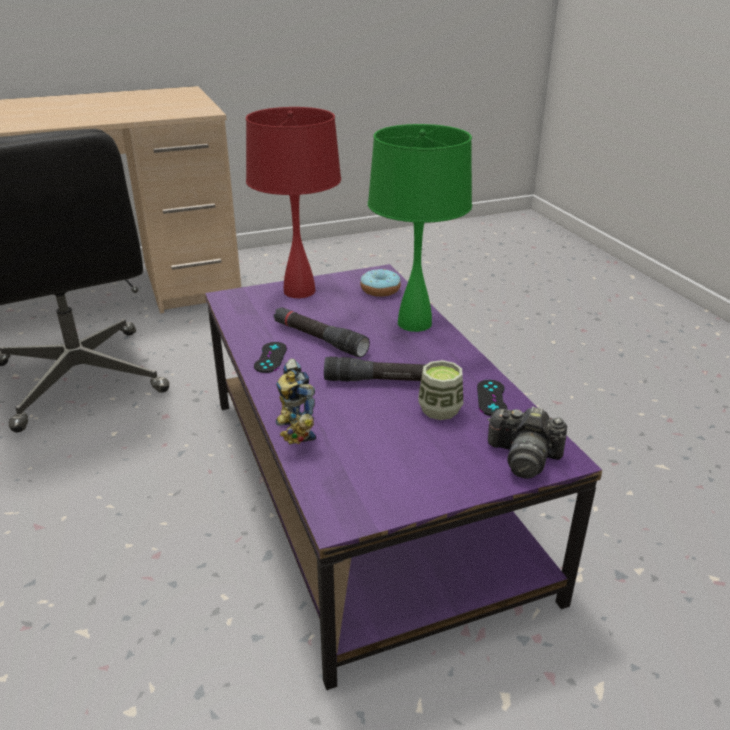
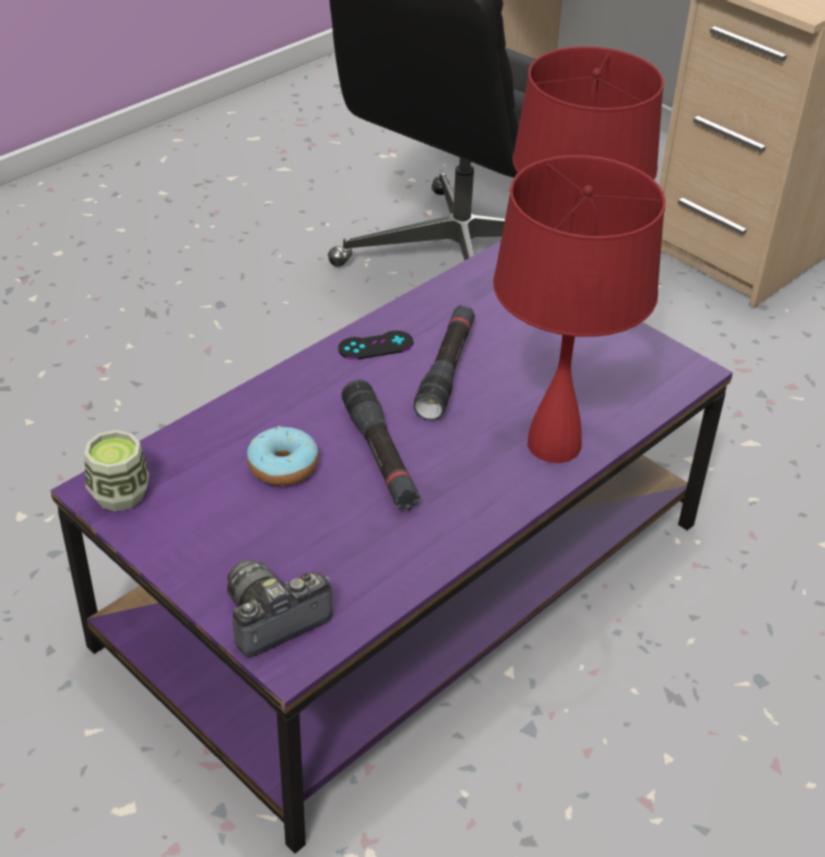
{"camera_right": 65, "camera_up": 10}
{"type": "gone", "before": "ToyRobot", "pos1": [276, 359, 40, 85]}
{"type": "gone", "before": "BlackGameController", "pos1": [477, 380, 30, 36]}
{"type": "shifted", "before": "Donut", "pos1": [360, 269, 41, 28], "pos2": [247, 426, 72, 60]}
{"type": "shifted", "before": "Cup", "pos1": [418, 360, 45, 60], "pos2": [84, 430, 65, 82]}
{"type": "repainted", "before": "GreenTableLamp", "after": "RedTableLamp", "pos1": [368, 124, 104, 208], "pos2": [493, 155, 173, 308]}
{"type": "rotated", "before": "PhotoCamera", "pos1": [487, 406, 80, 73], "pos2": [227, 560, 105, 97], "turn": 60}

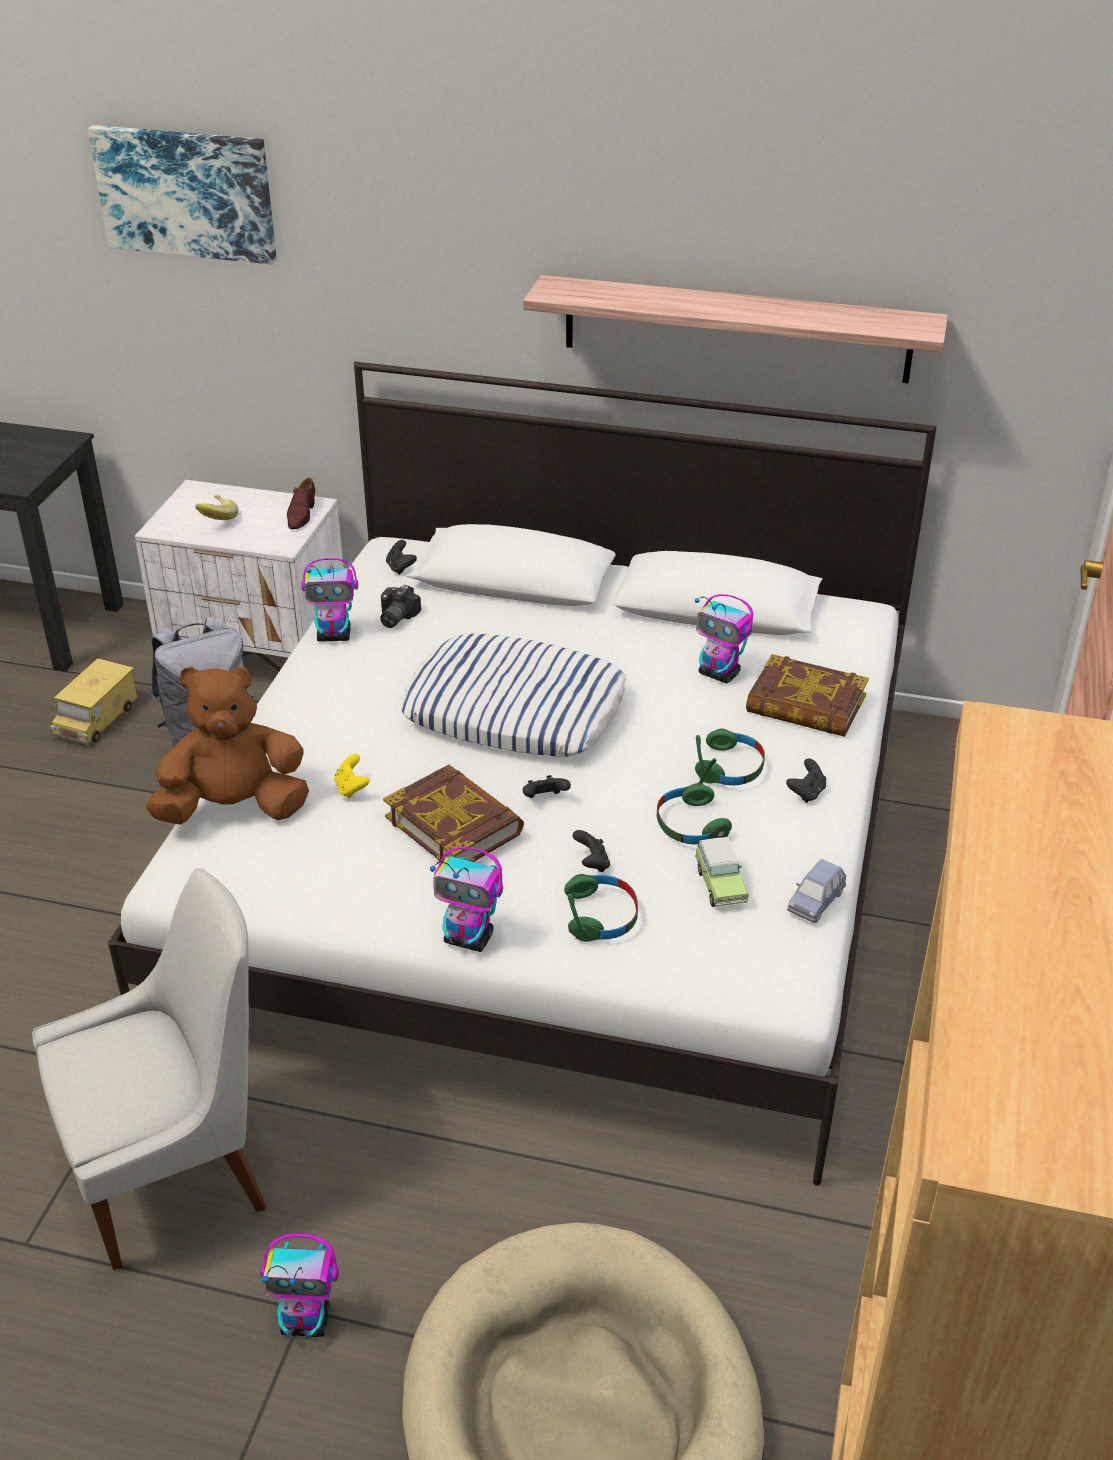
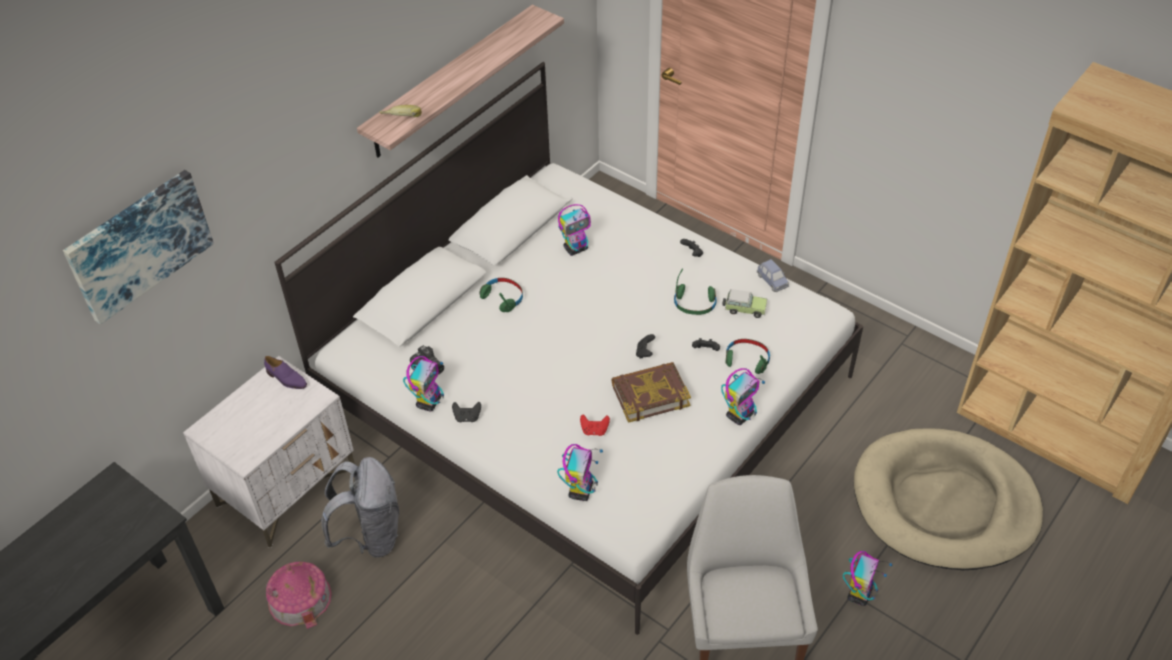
{"camera_right": -65, "camera_up": 10}
{"type": "gone", "before": "Pillow", "pos1": [401, 633, 225, 124]}
{"type": "gone", "before": "Book", "pos1": [746, 654, 123, 83]}
{"type": "shifted", "before": "Banana", "pos1": [195, 495, 43, 25], "pos2": [379, 105, 43, 12]}
{"type": "shifted", "before": "BlackGameController", "pos1": [386, 540, 31, 35], "pos2": [452, 402, 29, 20]}
{"type": "shifted", "before": "GreenHeadphones", "pos1": [695, 728, 70, 57], "pos2": [479, 278, 44, 34]}
{"type": "swapped", "before": "ToyTruck", "after": "ToyHouse", "pos1": [50, 658, 88, 88], "pos2": [266, 562, 66, 67]}
{"type": "swapped", "before": "BrownPlushToy", "after": "ToyRobot", "pos1": [146, 666, 163, 159], "pos2": [557, 444, 46, 57]}
{"type": "repainted", "before": "BrownShoe", "after": "PurpleShoe", "pos1": [287, 478, 28, 51], "pos2": [264, 356, 43, 33]}
{"type": "repainted", "before": "YellowGameController", "after": "RedGameController", "pos1": [334, 754, 36, 44], "pos2": [580, 414, 30, 22]}

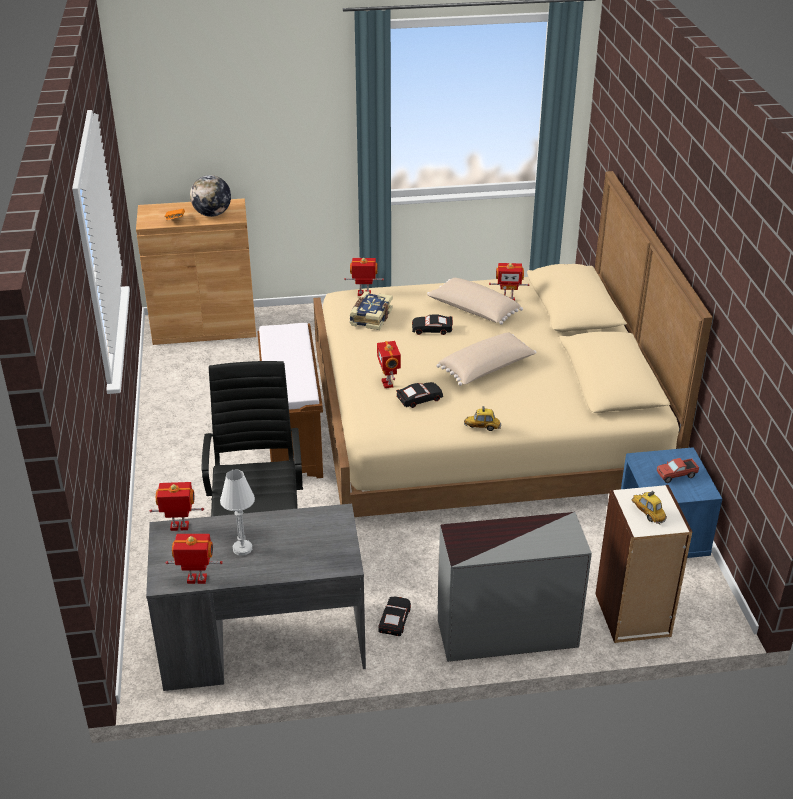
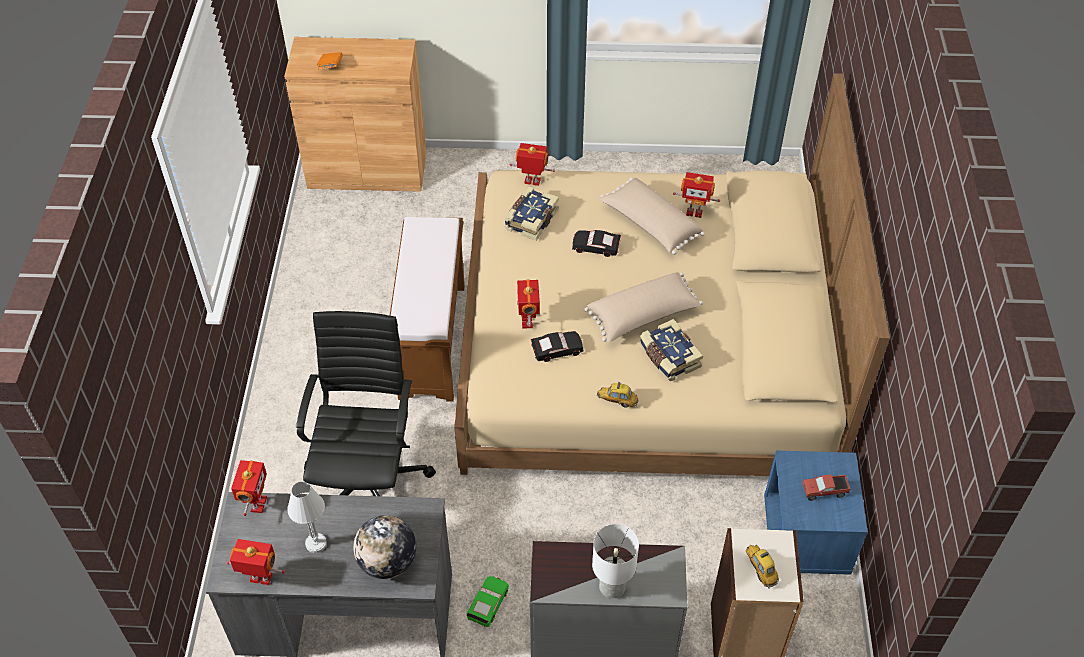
{"camera_right": 10, "camera_up": 15}
{"type": "new", "after": "WhiteTableLamp", "pos2": [592, 524, 47, 74]}
{"type": "new", "after": "Book", "pos2": [640, 319, 63, 62]}
{"type": "shifted", "before": "Globe", "pos1": [190, 175, 41, 42], "pos2": [353, 515, 63, 64]}
{"type": "repainted", "before": "BlackToyCar", "after": "GreenToyCar", "pos1": [378, 596, 33, 40], "pos2": [467, 576, 42, 51]}
{"type": "rotated", "before": "ToyRobot", "pos1": [150, 482, 54, 49], "pos2": [231, 460, 36, 56], "turn": 90}

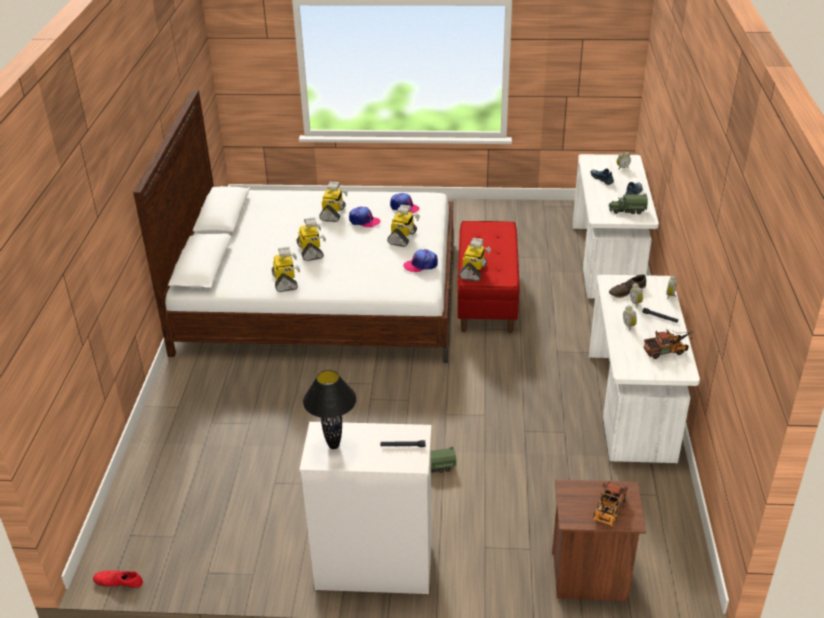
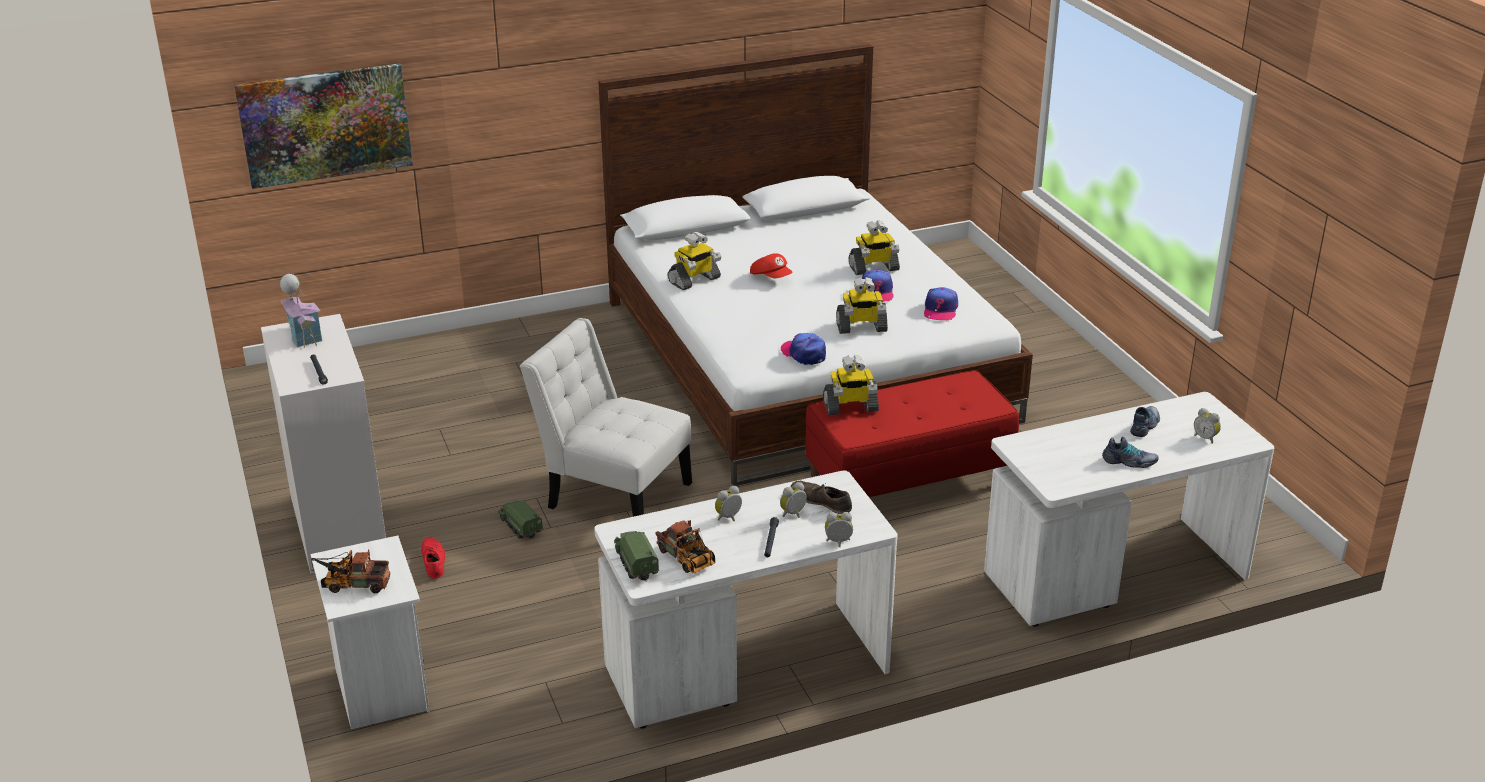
{"camera_right": 65, "camera_up": -5}
{"type": "new", "after": "Picture", "pos2": [234, 63, 179, 126]}
{"type": "new", "after": "WhiteChair", "pos2": [520, 318, 172, 199]}
{"type": "shifted", "before": "RedShoe", "pos1": [93, 570, 50, 19], "pos2": [421, 538, 24, 41]}
{"type": "shifted", "before": "ToyTruck", "pos1": [609, 193, 39, 21], "pos2": [614, 531, 45, 51]}
{"type": "swapped", "before": "ToyRobot", "after": "RedCap", "pos1": [297, 217, 29, 44], "pos2": [750, 253, 43, 25]}
{"type": "swapped", "before": "BlackTableLamp", "after": "ToyHouse", "pos1": [303, 370, 54, 79], "pos2": [280, 274, 42, 74]}
{"type": "repainted", "before": "BrownNightstand", "after": "WhiteNightstand", "pos1": [552, 479, 94, 122], "pos2": [311, 535, 119, 194]}

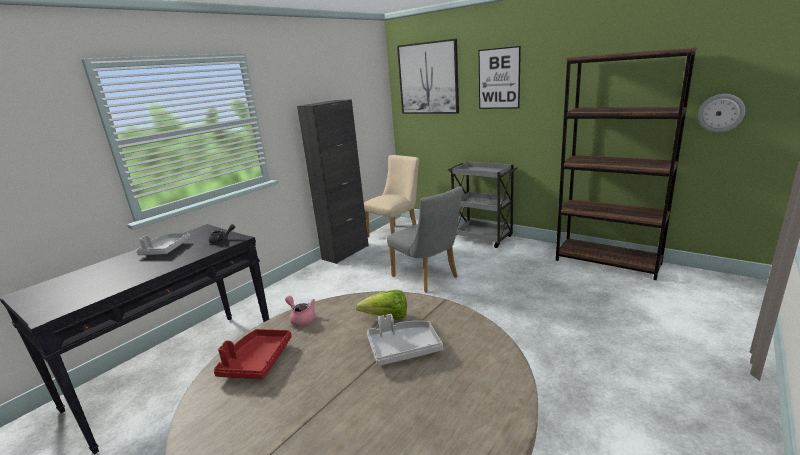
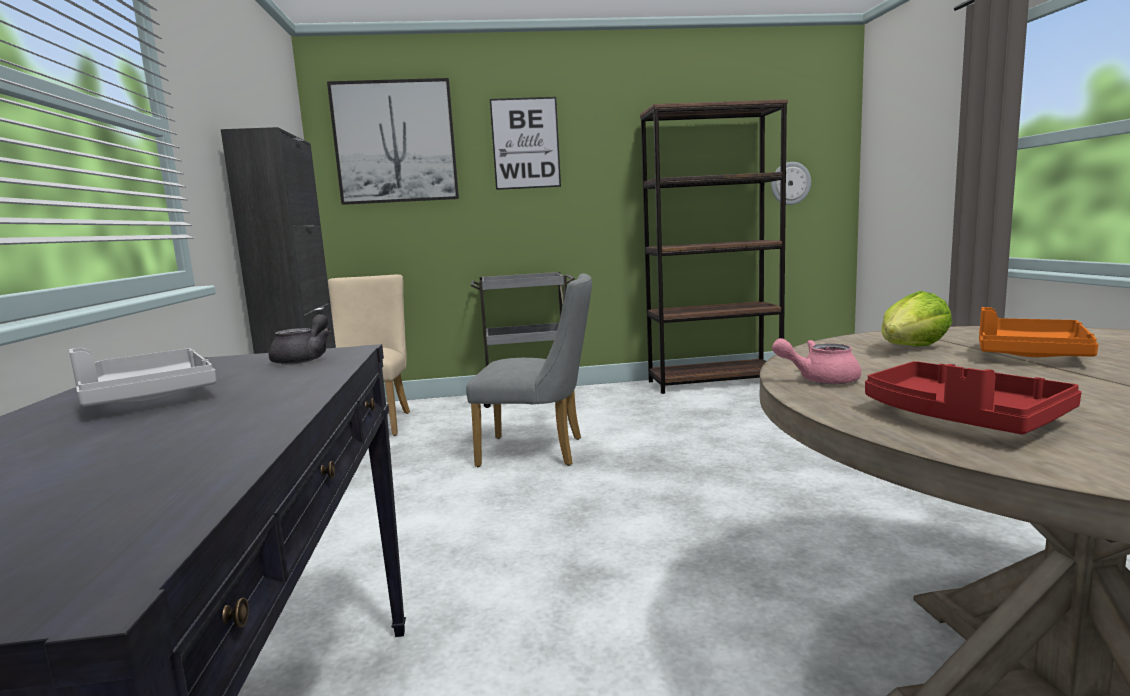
{"camera_right": -45, "camera_up": -10}
{"type": "repainted", "before": "GreyTray", "after": "OrangeTray", "pos1": [367, 314, 76, 52], "pos2": [979, 307, 120, 50]}

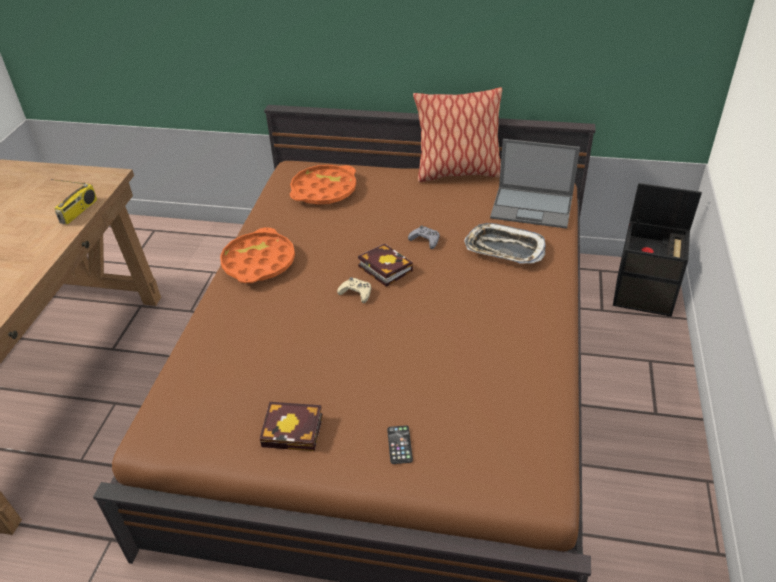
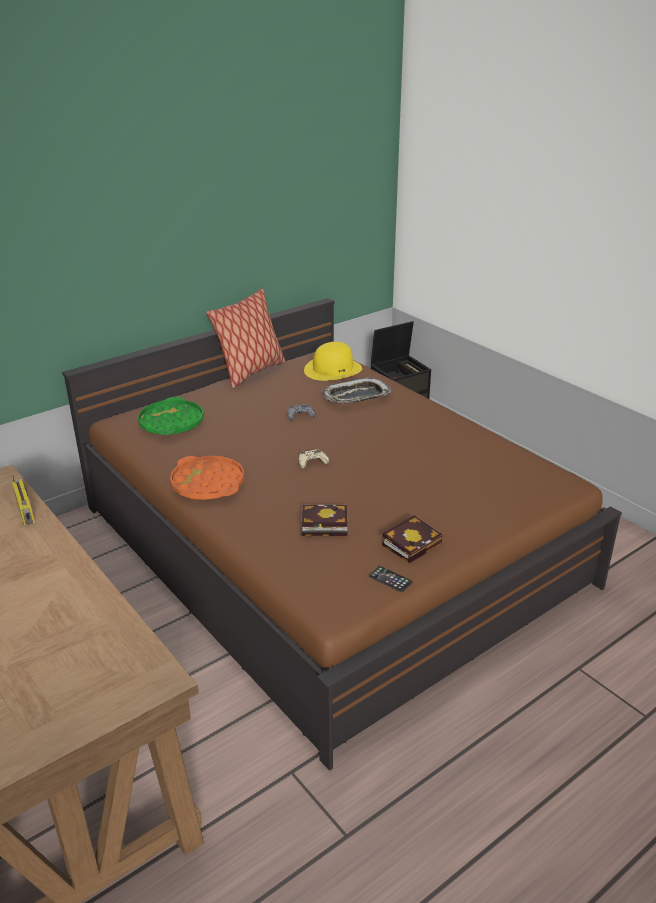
{"camera_right": -50, "camera_up": -10}
{"type": "shifted", "before": "Book", "pos1": [358, 244, 55, 43], "pos2": [301, 505, 46, 31]}
{"type": "shifted", "before": "Phone", "pos1": [387, 425, 26, 39], "pos2": [369, 566, 43, 26]}
{"type": "swapped", "before": "Laptop", "after": "YellowHat", "pos1": [490, 139, 90, 90], "pos2": [304, 342, 58, 39]}
{"type": "repainted", "before": "OrangeTray", "after": "GreenTray", "pos1": [290, 165, 66, 40], "pos2": [138, 397, 66, 38]}

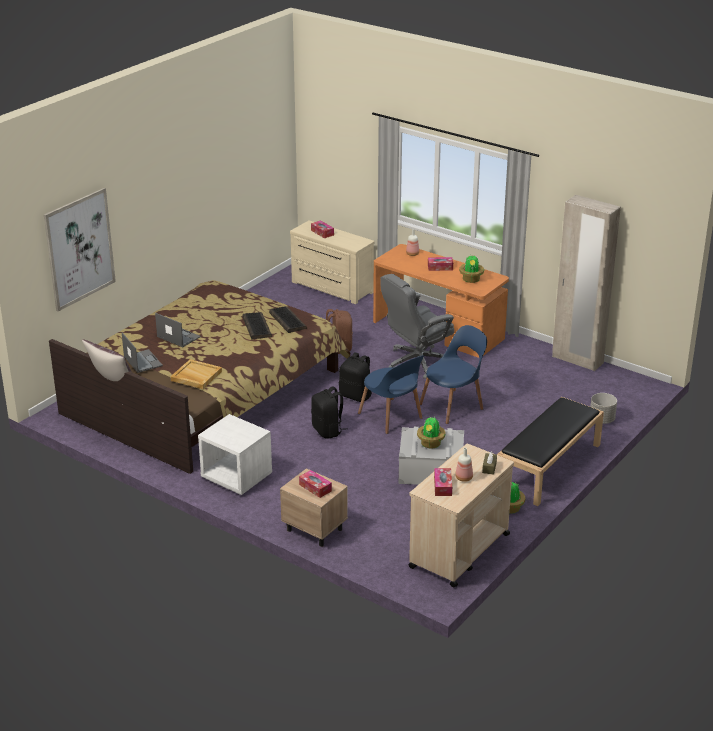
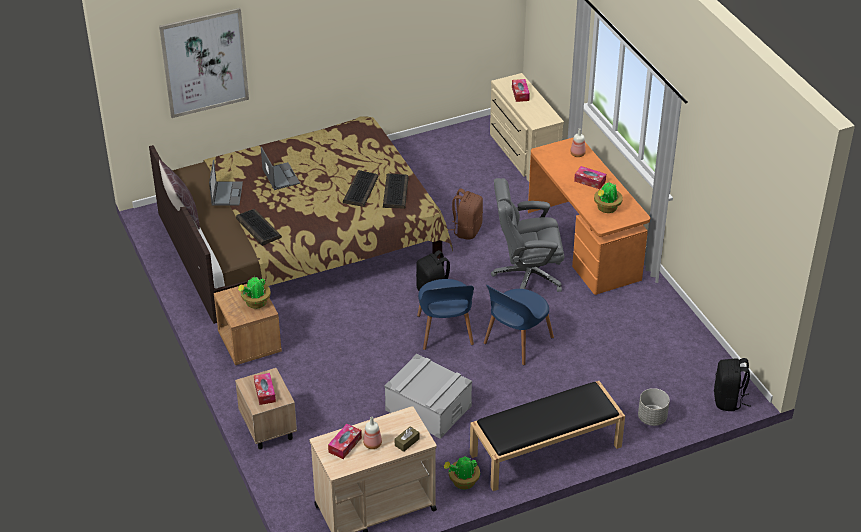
{"camera_right": 30, "camera_up": 10}
{"type": "gone", "before": "BeigeWardrobe", "pos1": [552, 195, 69, 176]}
{"type": "shifted", "before": "BlackBackpack", "pos1": [311, 387, 37, 52], "pos2": [714, 358, 36, 53]}
{"type": "shifted", "before": "PottedPlant", "pos1": [417, 417, 28, 31], "pos2": [238, 275, 33, 34]}
{"type": "swapped", "before": "BeigeTray", "after": "Keyboard", "pos1": [170, 359, 52, 30], "pos2": [236, 209, 46, 37]}
{"type": "repainted", "before": "WhiteNightstand", "after": "BrownNightstand", "pos1": [198, 414, 74, 81], "pos2": [214, 284, 68, 81]}
{"type": "rotated", "before": "BlueChair", "pos1": [420, 325, 67, 99], "pos2": [484, 285, 70, 80], "turn": 135}

